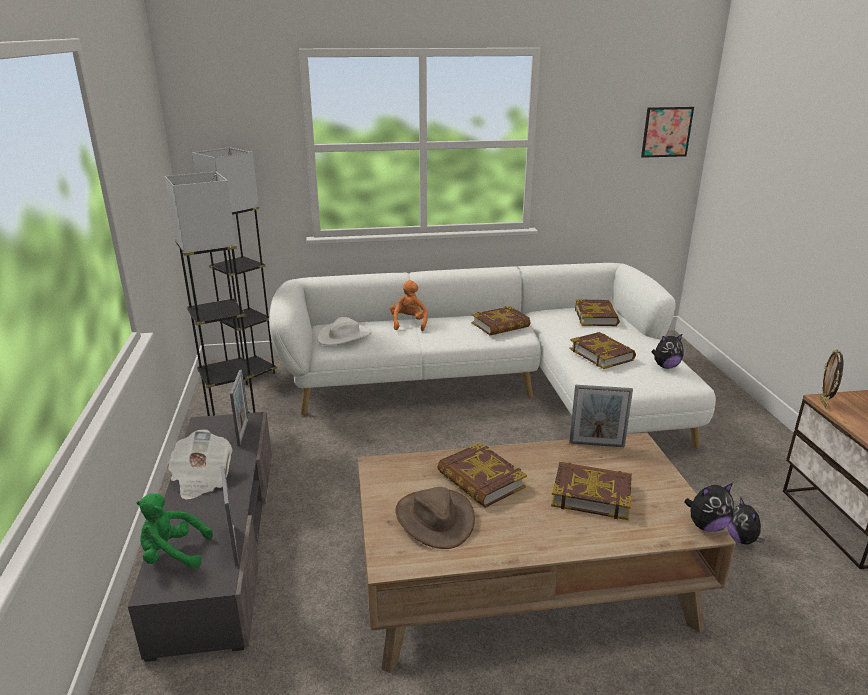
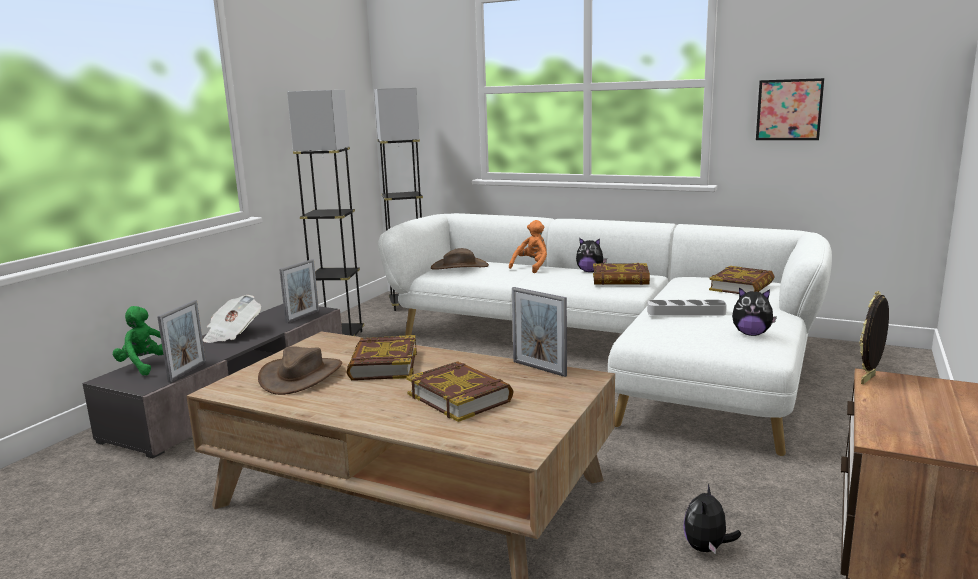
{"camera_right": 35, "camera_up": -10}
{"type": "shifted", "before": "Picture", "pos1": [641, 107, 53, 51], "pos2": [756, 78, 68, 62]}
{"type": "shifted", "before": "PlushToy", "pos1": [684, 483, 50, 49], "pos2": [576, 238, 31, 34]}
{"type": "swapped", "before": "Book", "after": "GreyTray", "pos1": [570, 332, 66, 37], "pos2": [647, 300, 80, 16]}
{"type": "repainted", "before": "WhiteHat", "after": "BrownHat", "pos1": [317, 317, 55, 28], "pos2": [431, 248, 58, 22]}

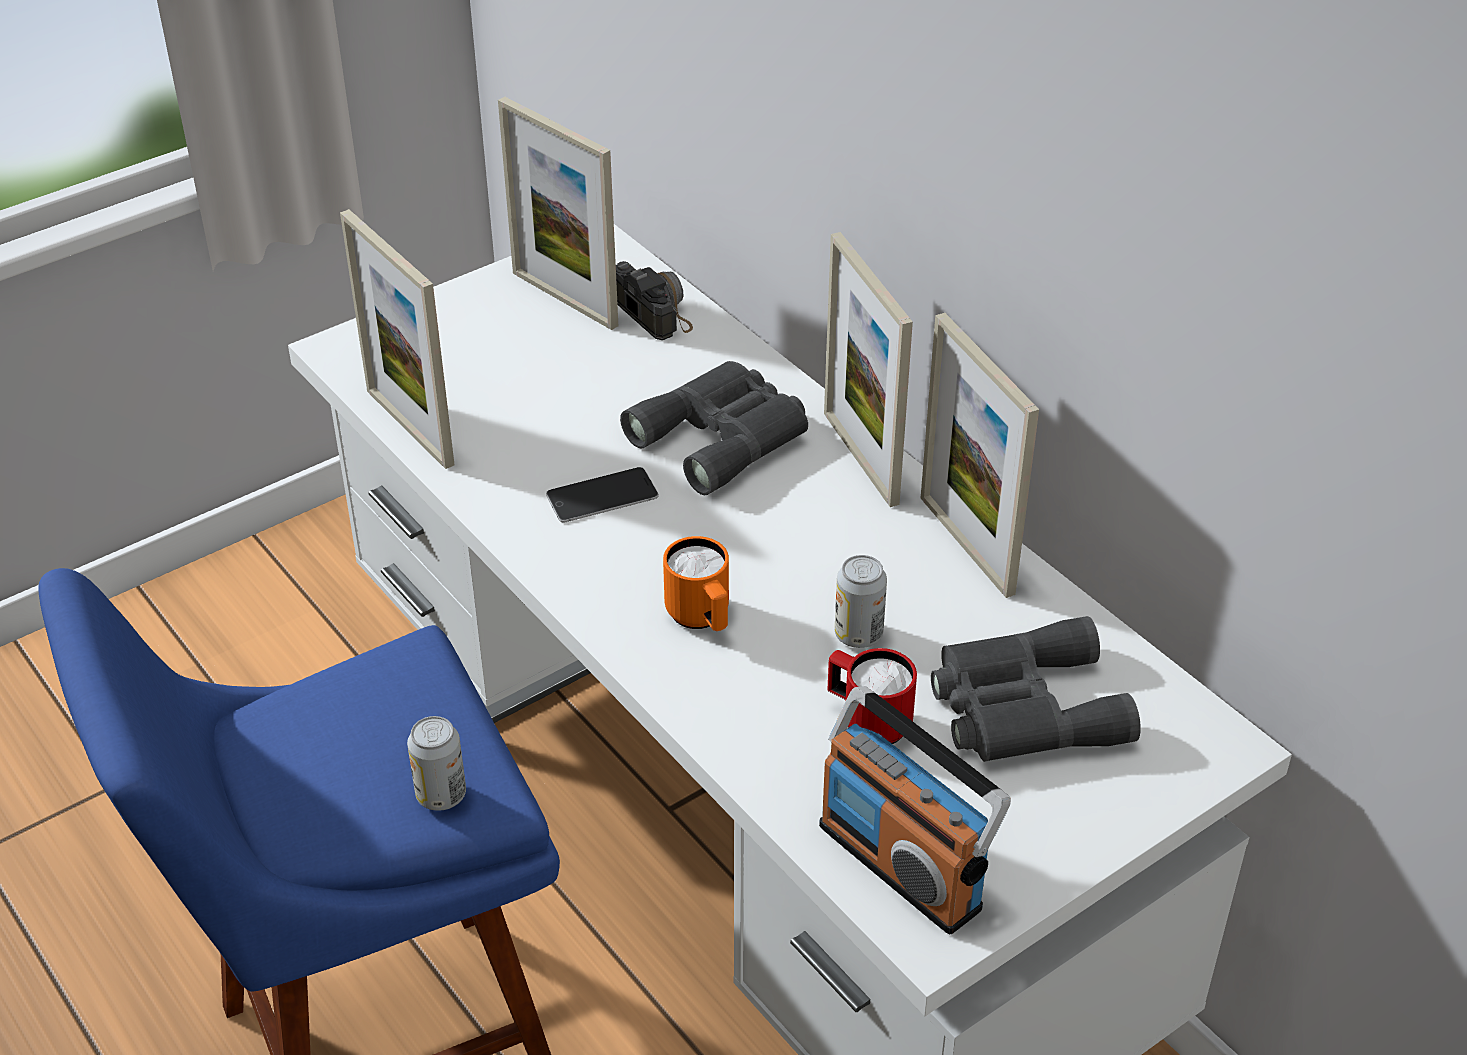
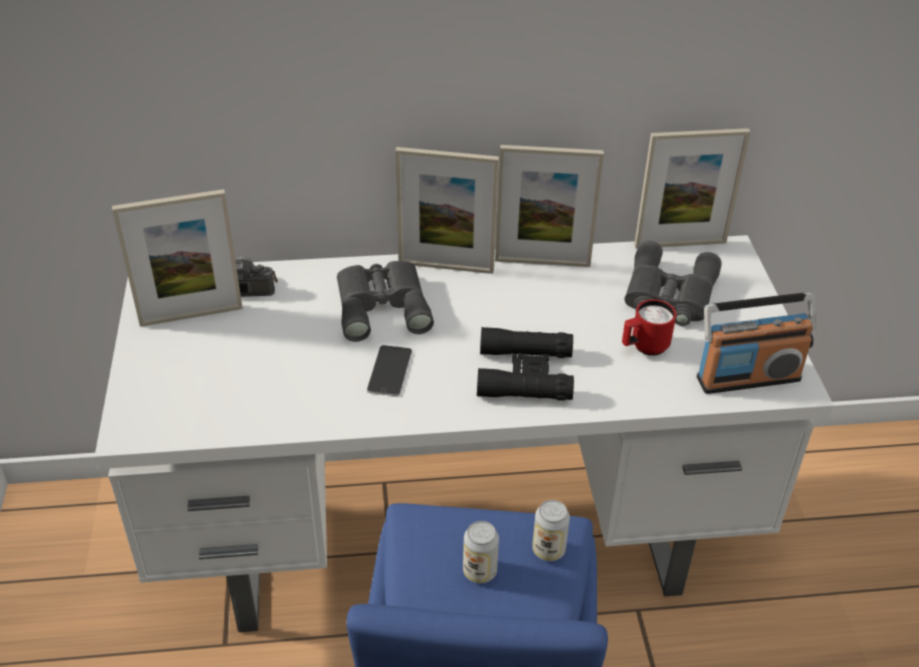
{"camera_right": -60, "camera_up": 0}
{"type": "shifted", "before": "PictureFrame", "pos1": [340, 209, 115, 260], "pos2": [634, 128, 117, 121]}
{"type": "shifted", "before": "Can", "pos1": [835, 555, 52, 93], "pos2": [463, 521, 36, 62]}
{"type": "swapped", "before": "OrangeMug", "after": "BlackBinoculars", "pos1": [663, 536, 66, 95], "pos2": [477, 327, 97, 74]}

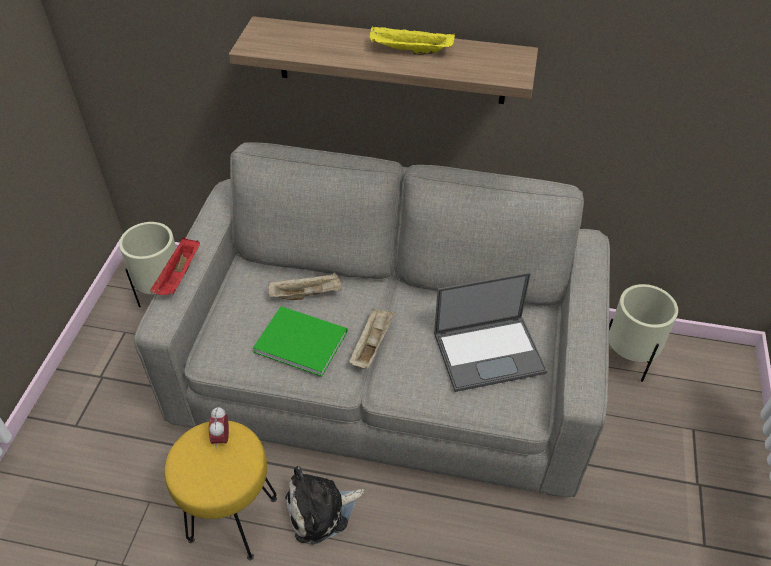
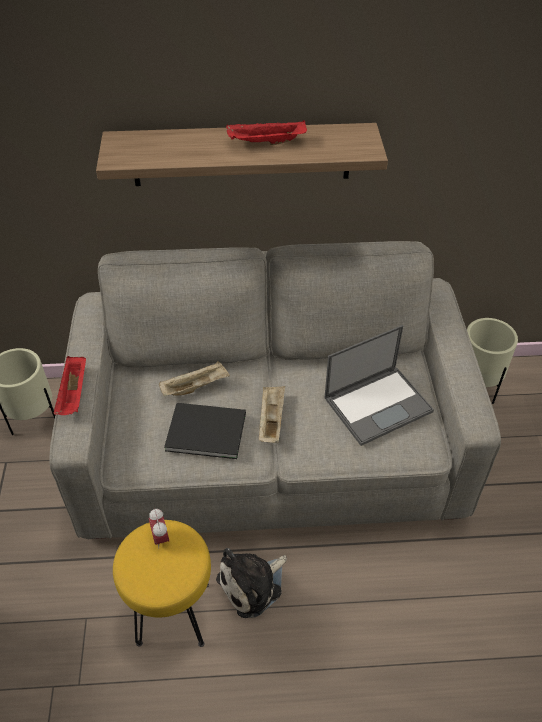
{"camera_right": -15, "camera_up": 0}
{"type": "repainted", "before": "GreenBook", "after": "BlackBook", "pos1": [253, 306, 95, 71], "pos2": [164, 403, 82, 56]}
{"type": "repainted", "before": "YellowTray", "after": "RedTray", "pos1": [370, 26, 85, 29], "pos2": [226, 120, 81, 25]}

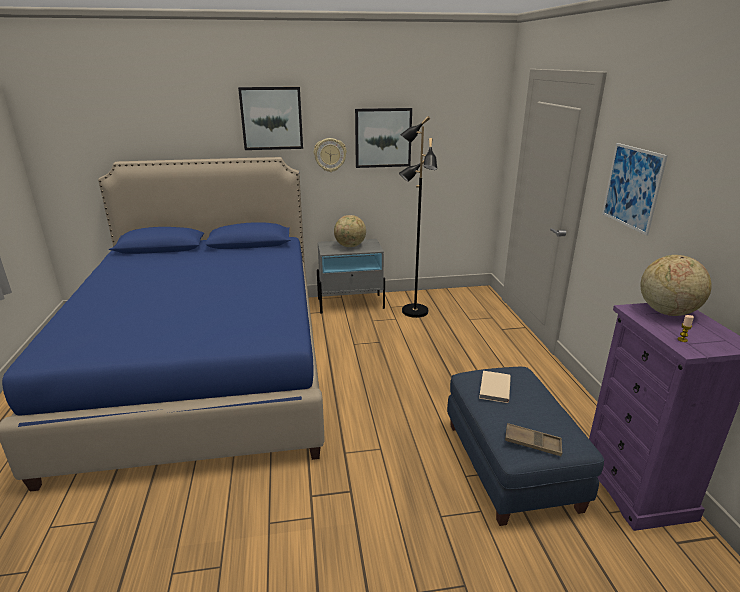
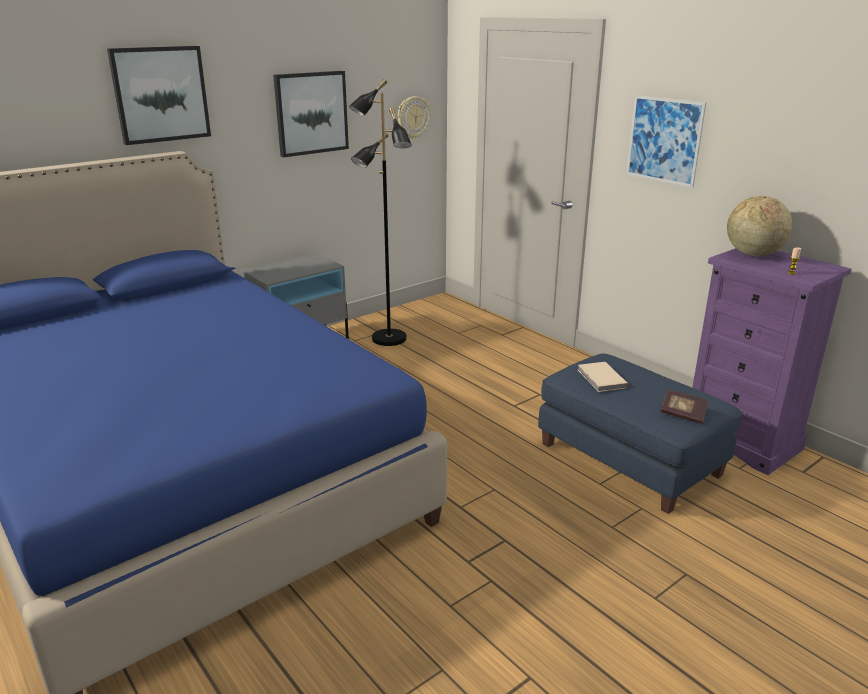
{"camera_right": -30, "camera_up": 0}
{"type": "gone", "before": "Globe", "pos1": [334, 215, 32, 32]}
{"type": "shifted", "before": "WallClock", "pos1": [314, 138, 33, 34], "pos2": [398, 96, 33, 43]}
{"type": "swapped", "before": "BrownTray", "after": "Book", "pos1": [505, 423, 58, 33], "pos2": [661, 390, 48, 34]}

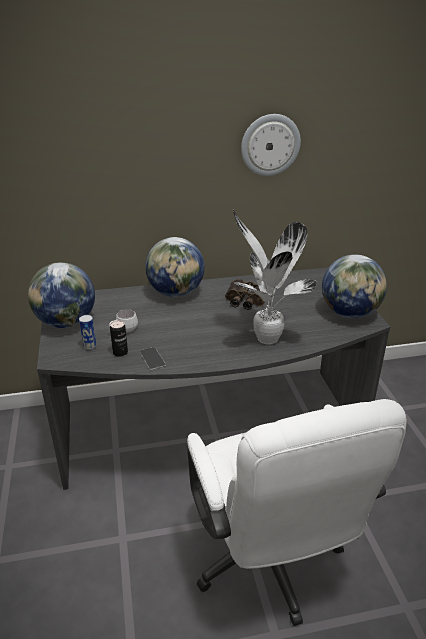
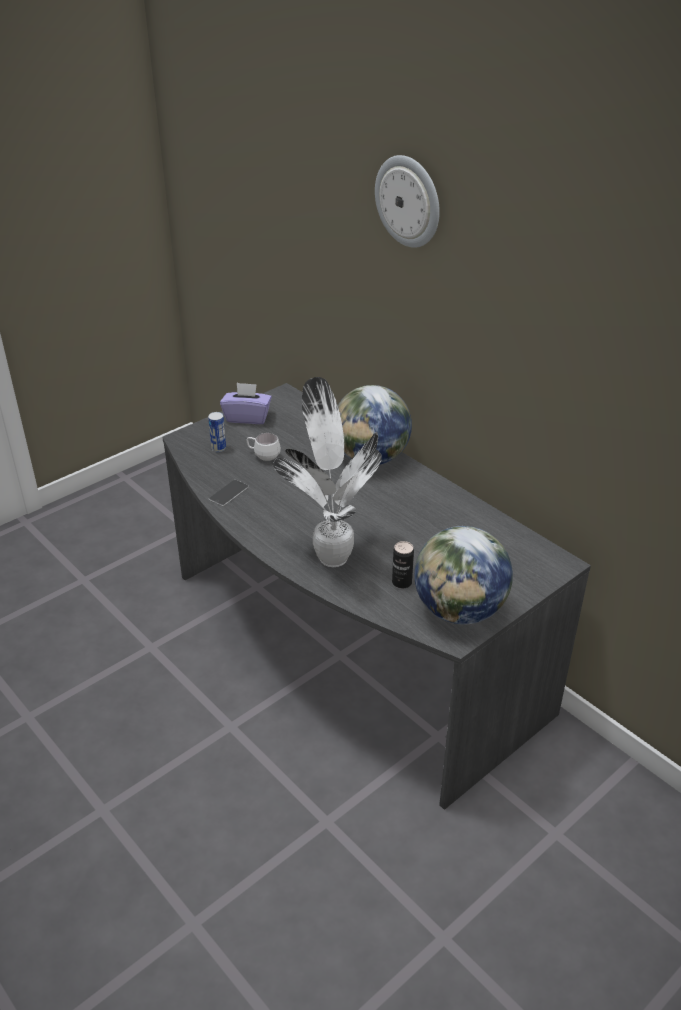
{"camera_right": 60, "camera_up": 5}
{"type": "gone", "before": "WhiteOfficeChair", "pos1": [186, 399, 221, 227]}
{"type": "gone", "before": "Binoculars", "pos1": [225, 279, 40, 31]}
{"type": "shifted", "before": "Can", "pos1": [110, 320, 18, 37], "pos2": [392, 541, 22, 47]}
{"type": "shifted", "before": "WallClock", "pos1": [241, 114, 60, 62], "pos2": [375, 155, 65, 93]}
{"type": "swapped", "before": "Globe", "after": "PurpleTissueBox", "pos1": [28, 262, 67, 66], "pos2": [220, 383, 52, 41]}

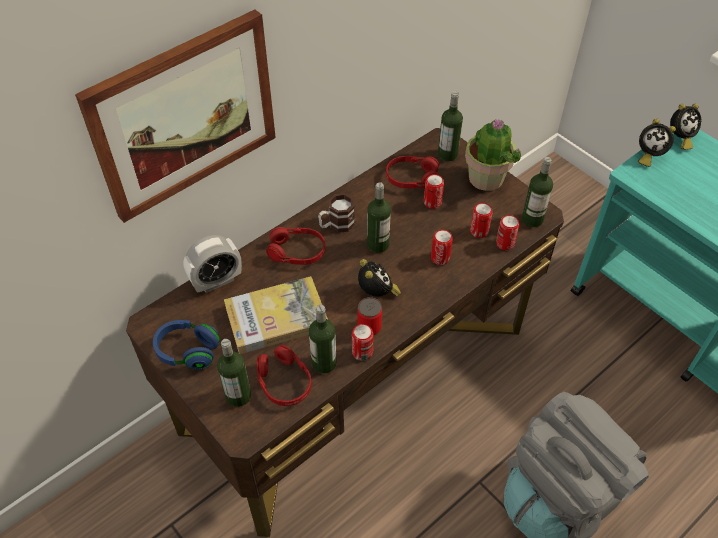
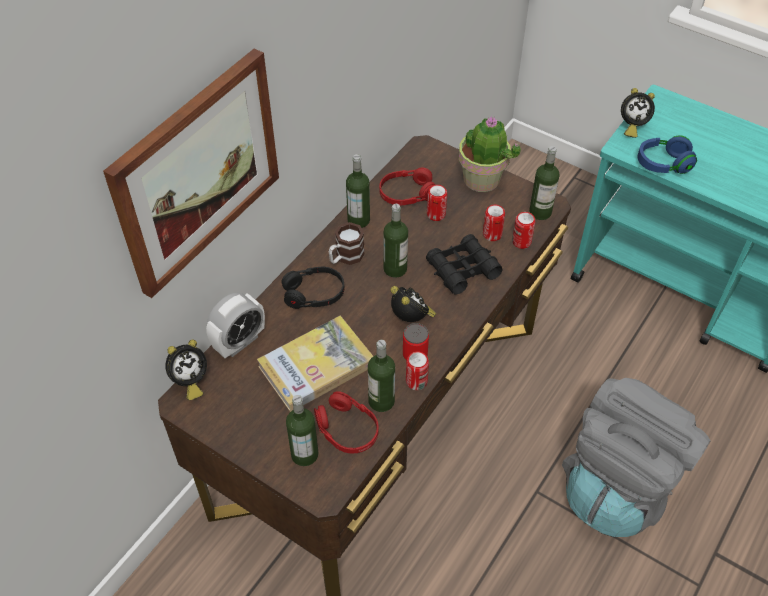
{"camera_right": -15, "camera_up": 0}
{"type": "shifted", "before": "BlueHeadphones", "pos1": [153, 320, 67, 50], "pos2": [638, 135, 59, 39]}
{"type": "shifted", "before": "Bottle", "pos1": [438, 91, 25, 70], "pos2": [346, 154, 24, 74]}
{"type": "shifted", "before": "AlarmClock", "pos1": [670, 104, 31, 46], "pos2": [165, 339, 42, 61]}
{"type": "swapped", "before": "Can", "after": "BlackBinoculars", "pos1": [431, 230, 22, 35], "pos2": [426, 234, 77, 60]}
{"type": "repainted", "before": "RedHeadphones", "after": "BlackHeadphones", "pos1": [266, 227, 59, 38], "pos2": [281, 267, 63, 42]}

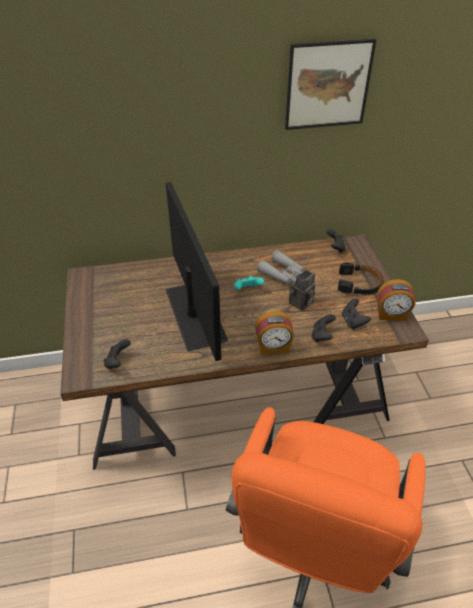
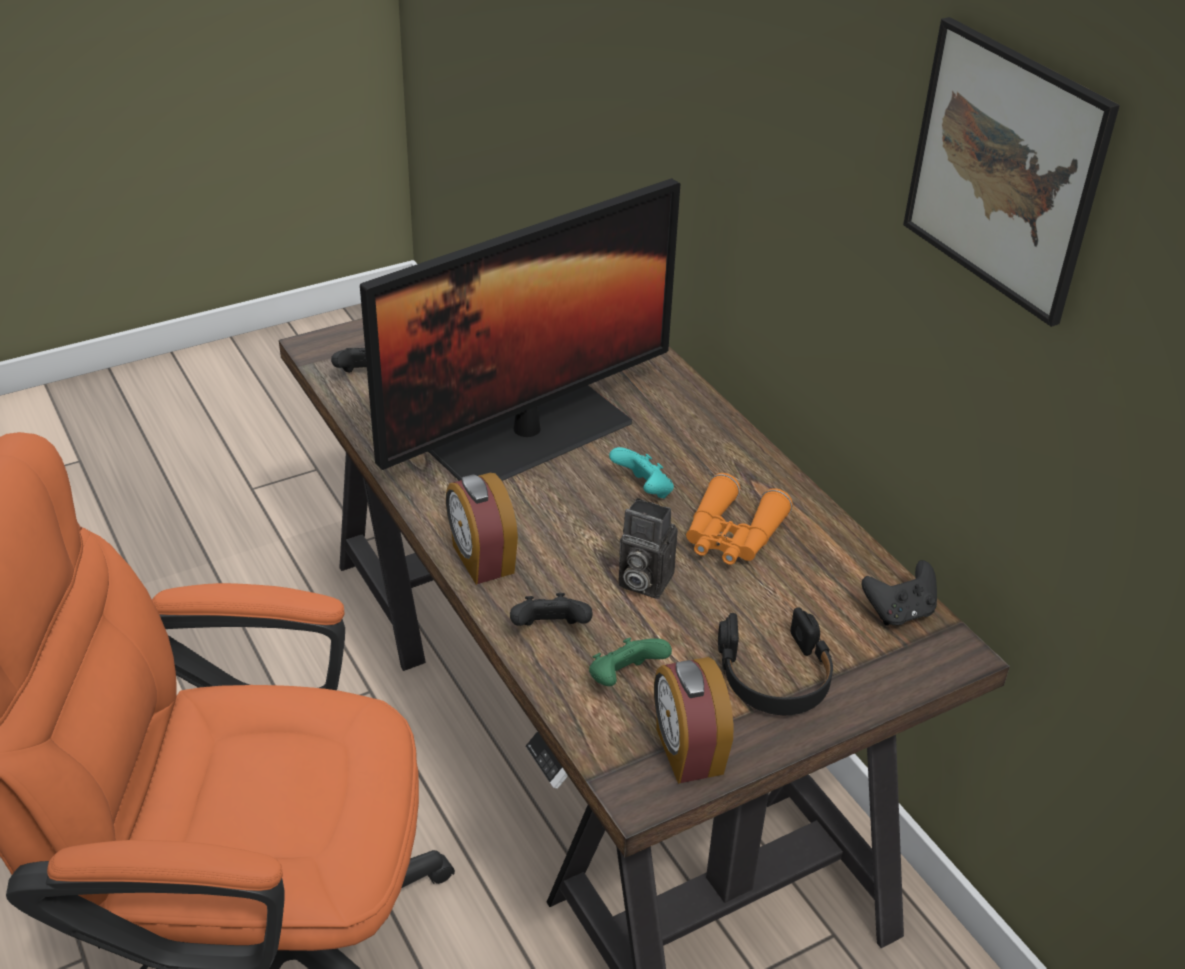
{"camera_right": 70, "camera_up": -5}
{"type": "repainted", "before": "GreyBinoculars", "after": "OrangeBinoculars", "pos1": [257, 250, 48, 34], "pos2": [686, 473, 107, 92]}
{"type": "repainted", "before": "BlackGameController", "after": "GreenGameController", "pos1": [342, 299, 29, 30], "pos2": [589, 637, 83, 49]}

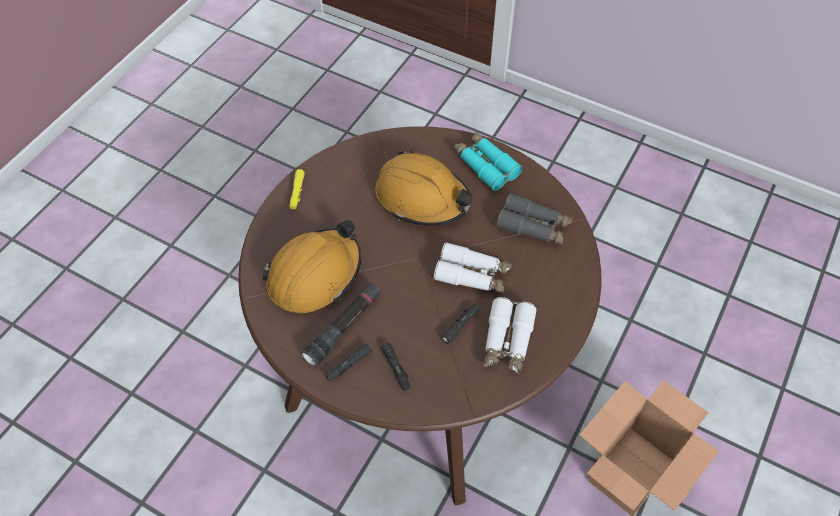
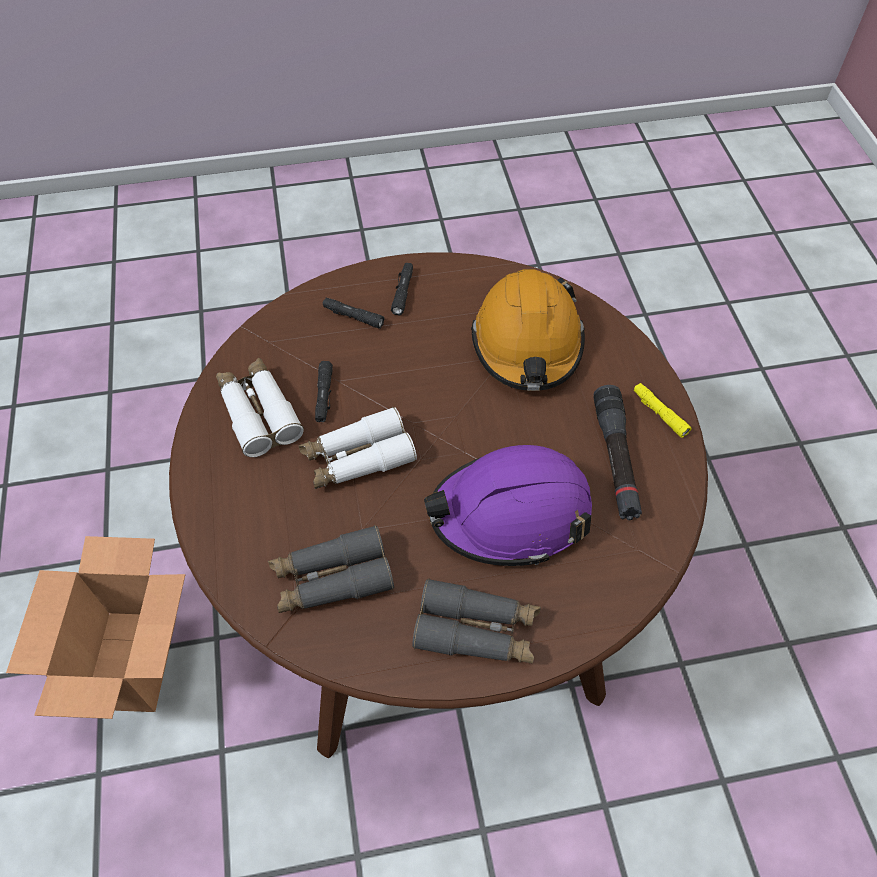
{"camera_right": 140, "camera_up": 0}
{"type": "shifted", "before": "BlackFlashlight", "pos1": [301, 283, 80, 84], "pos2": [594, 385, 48, 135]}
{"type": "repainted", "before": "OrangeHardHat", "after": "PurpleHardHat", "pos1": [375, 150, 98, 76], "pos2": [424, 445, 168, 121]}
{"type": "repainted", "before": "TurquoiseBinoculars", "after": "GreyBinoculars", "pos1": [454, 132, 68, 59], "pos2": [412, 578, 129, 85]}

